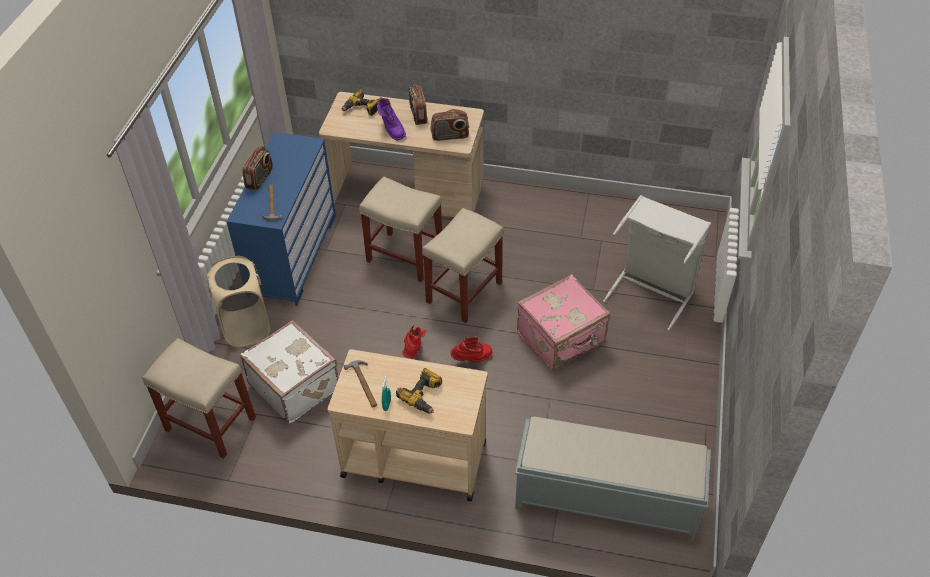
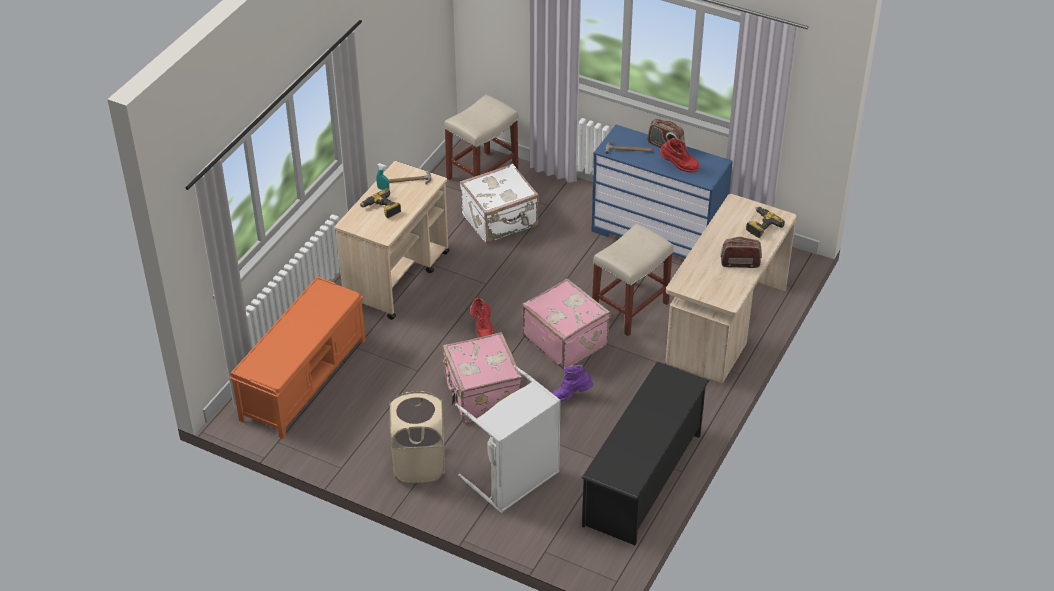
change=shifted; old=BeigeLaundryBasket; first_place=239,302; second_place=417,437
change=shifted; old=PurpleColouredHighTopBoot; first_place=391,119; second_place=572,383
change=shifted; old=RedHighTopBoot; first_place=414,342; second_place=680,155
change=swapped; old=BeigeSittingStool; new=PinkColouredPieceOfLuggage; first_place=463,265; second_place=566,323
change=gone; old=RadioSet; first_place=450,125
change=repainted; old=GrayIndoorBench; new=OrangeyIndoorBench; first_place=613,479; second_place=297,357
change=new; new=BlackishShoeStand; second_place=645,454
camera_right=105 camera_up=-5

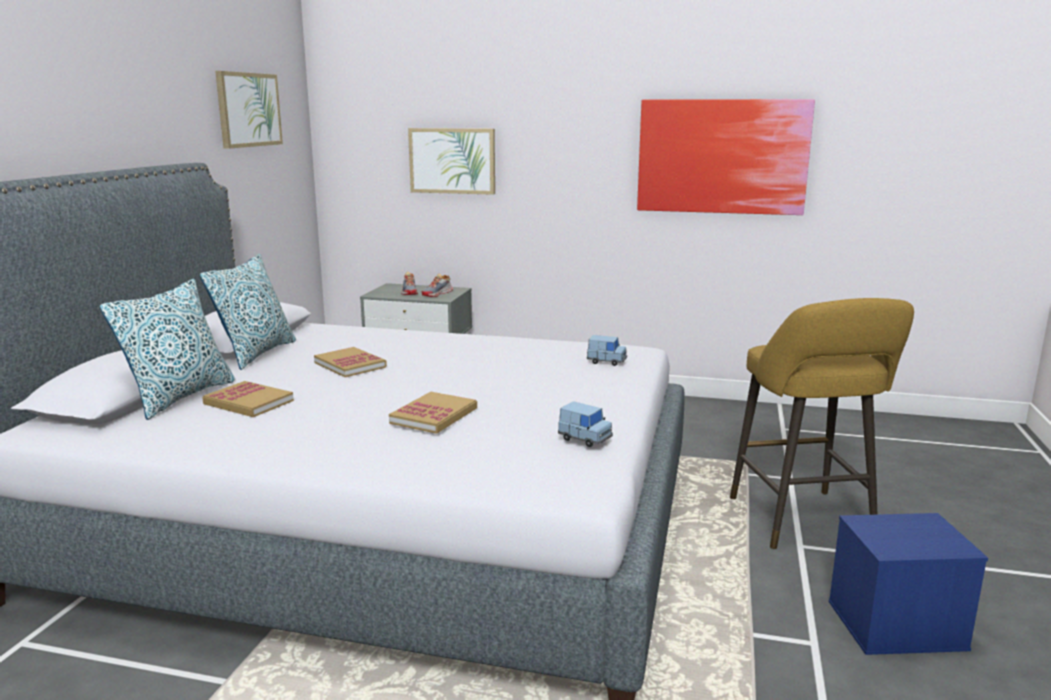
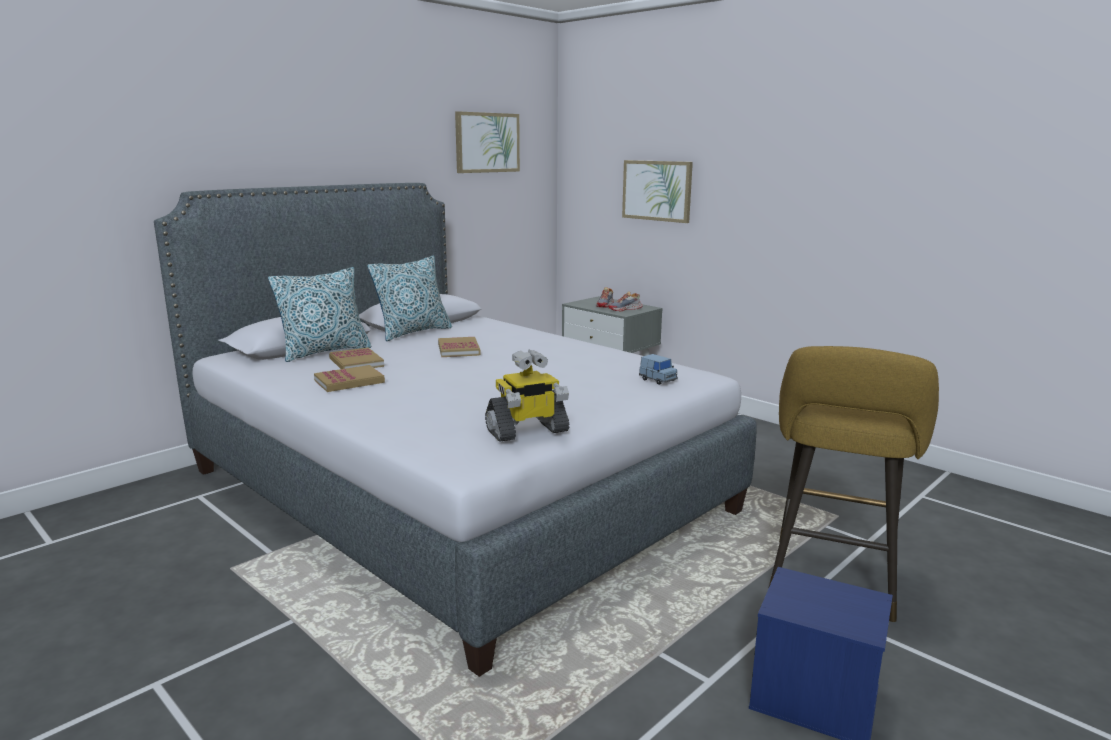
change=shifted; old=Book; first_place=433,413; second_place=349,378
change=swapped; old=BlueColouredMiniatureCar; new=ModelRobot; first_place=585,424; second_place=527,395
change=gone; old=WallPicture; first_place=726,157
camera_right=30 camera_up=0

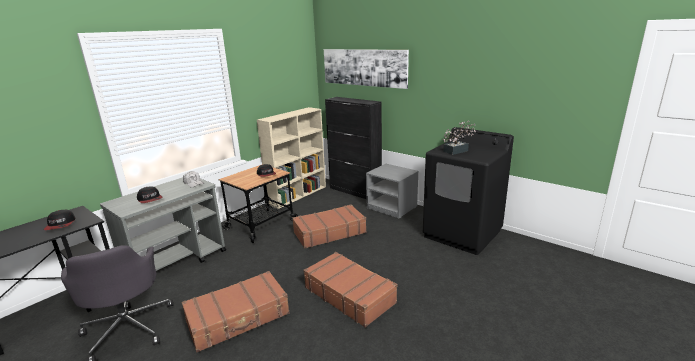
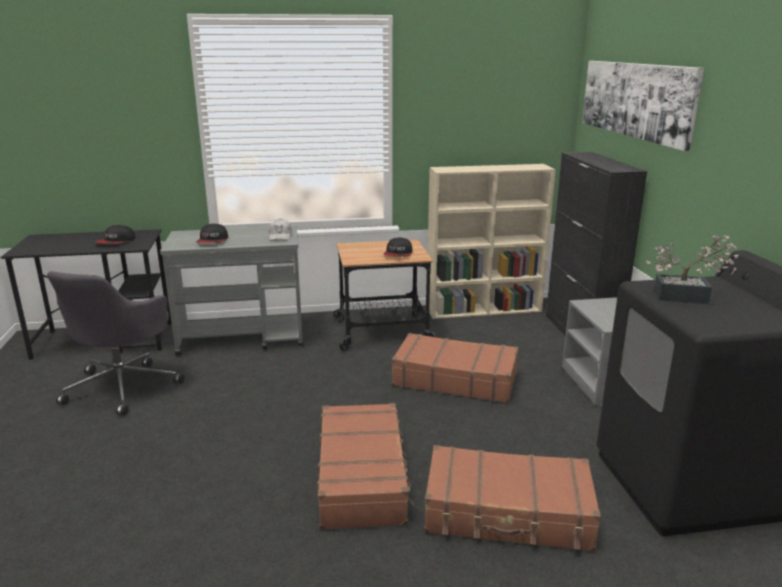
change=shifted; old=BrownColouredPieceOfLuggage; first_place=235,311; second_place=512,498
camera_right=40 camera_up=0

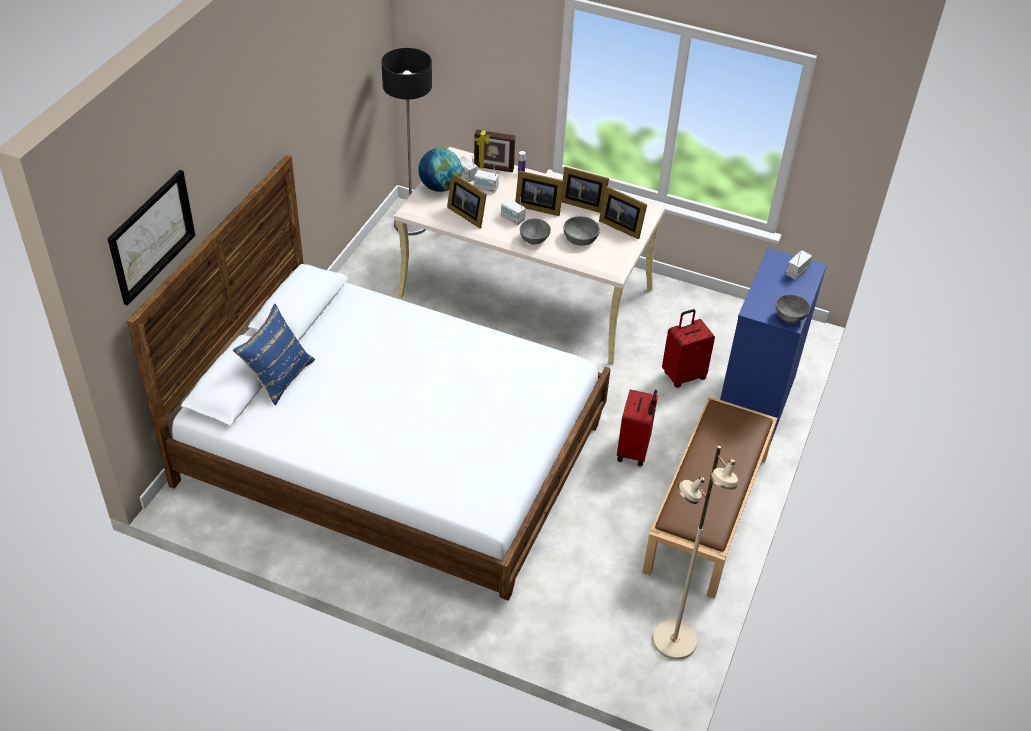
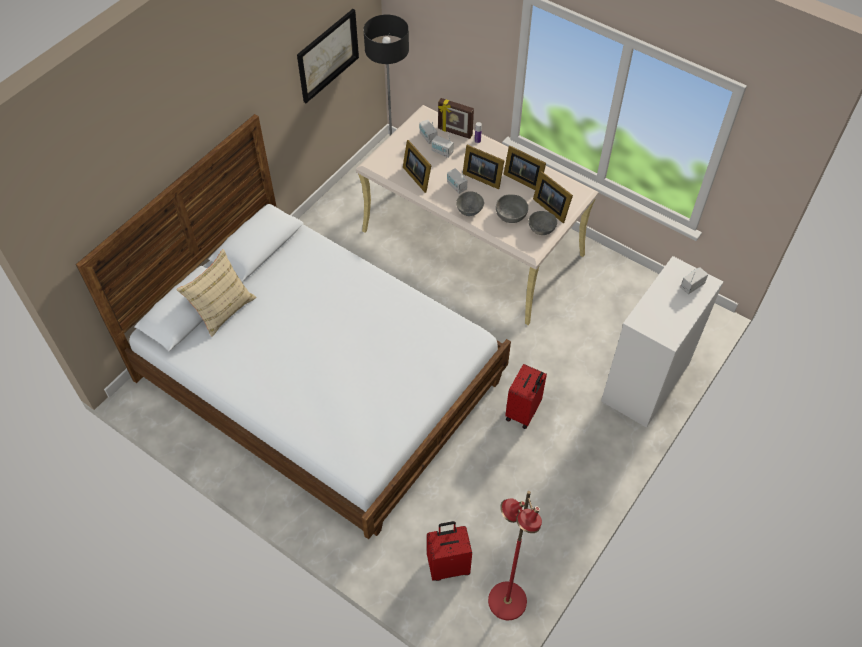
change=shifted; old=WallPicture; first_place=151,238; second_place=328,56
change=repainted; old=BlueColouredPillow; new=BeigePillow; first_place=274,354; second_place=216,293
change=gone; old=WorldGlobe; first_place=440,170
change=gone; old=BrownColouredIndoorBench; first_place=709,497
change=repainted; old=BeigeStandardLamp; new=RedStandardLamp; first_place=695,553; second_place=515,555
change=shifted; old=RedPieceOfLuggage; first_place=688,348; second_place=449,551
change=repainted; old=BlueColouredChestOfDrawers; new=WhiteChestOfDrawers; first_place=773,345; second_place=662,342
change=shifted; old=GrayBowl; first_place=793,309; second_place=543,223
camera_right=15 camera_up=10

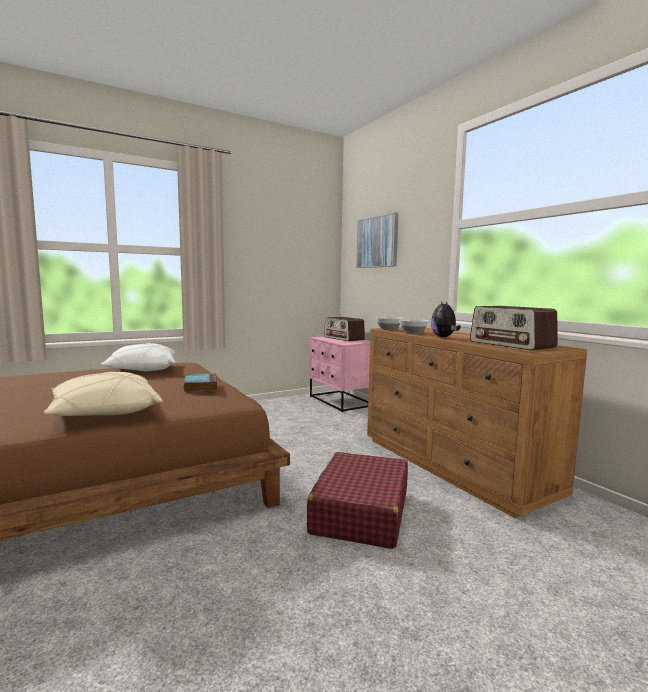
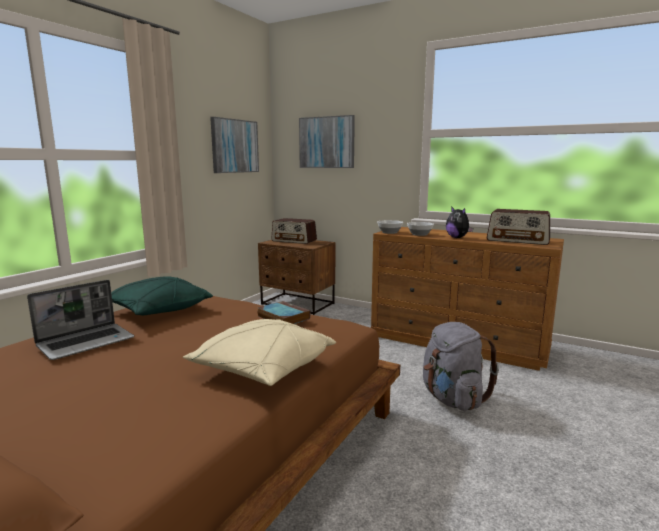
change=repainted; old=WhitePillow; new=GreenColouredPillow; first_place=138,357; second_place=162,295
change=swapped; old=RedPieceOfLuggage; new=GrayRucksack; first_place=357,500; second_place=461,366
change=repainted; old=PinkColouredBedsideTable; new=BrownColouredBedsideTable; first_place=339,374; second_place=296,277
change=new; new=Laptop; second_place=80,320
change=new; new=WallPicture; second_place=234,145
camera_right=-30 camera_up=5

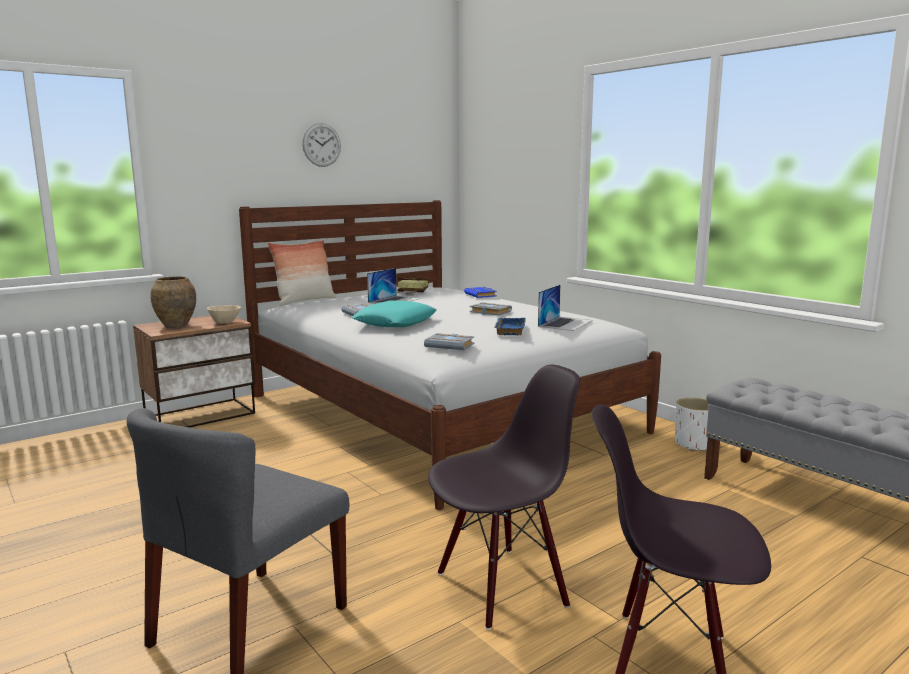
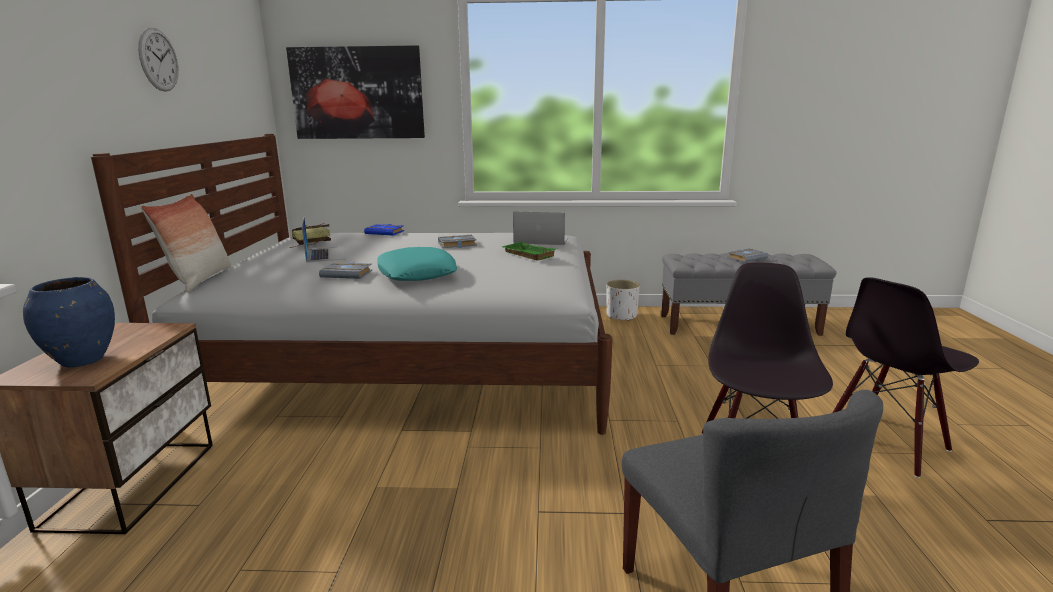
change=repainted; old=BrownColouredFlowerVase; new=BlueColouredFlowerVase; first_place=173,302; second_place=69,322
change=gone; old=BeigeBowl; first_place=224,314
change=shifted; old=GrayBook; first_place=449,341; second_place=747,255
change=repainted; old=BlueColouredTray; new=GreenColouredTray; first_place=510,326; second_place=529,251
change=rotated; old=Laptop; first_place=565,307; second_place=540,228; degrees=-60
change=new; new=WallPicture; second_place=355,92
camera_right=-50 camera_up=5

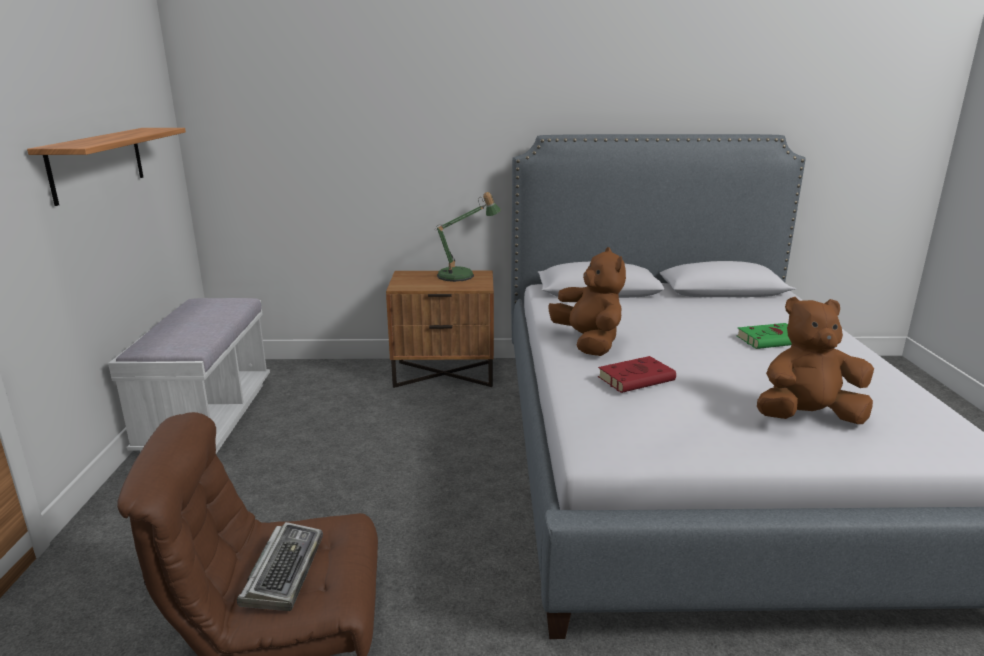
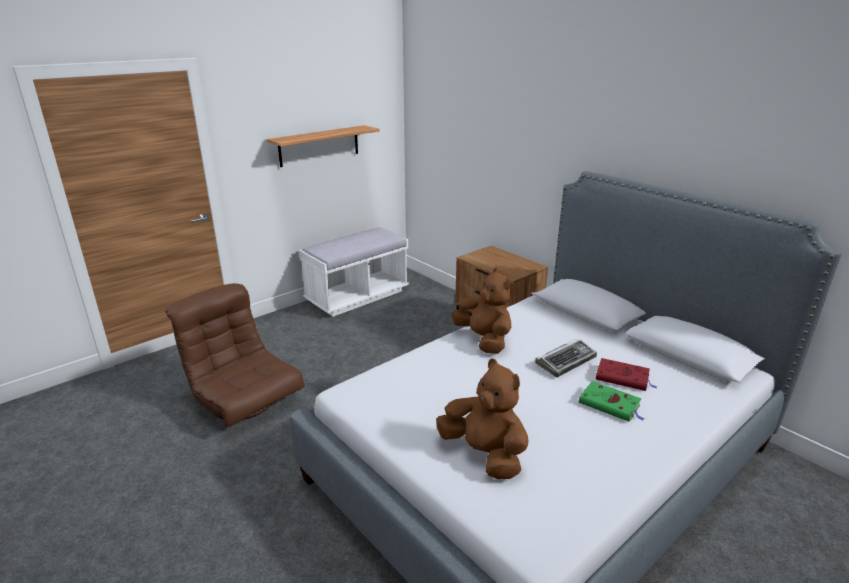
change=shifted; old=ComputerKeyboard; first_place=280,566; second_place=566,358
change=gone; old=LampForATable; first_place=468,237
change=rotated; old=BrownColouredPlushToy; first_place=587,301; second_place=481,311; degrees=-60
change=shifted; old=RedBook; first_place=637,374; second_place=626,374
camera_right=50 camera_up=5

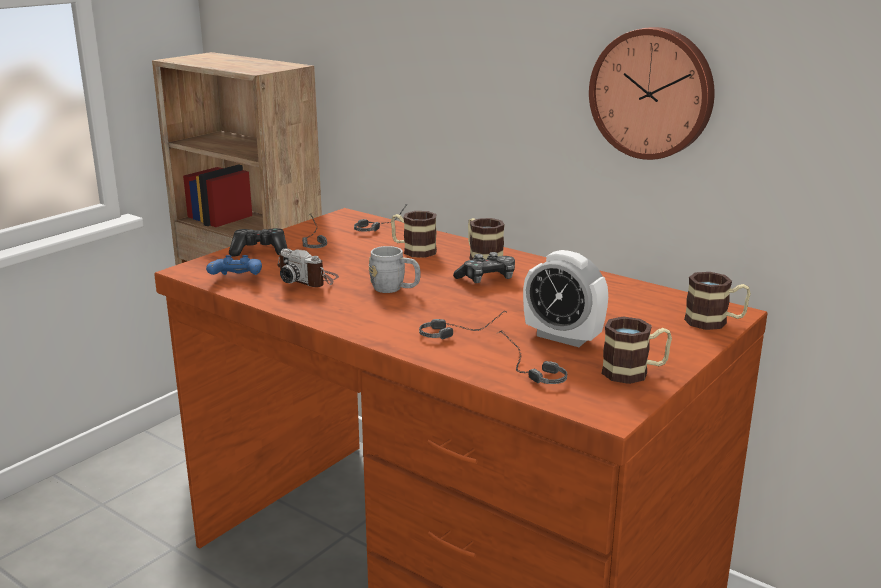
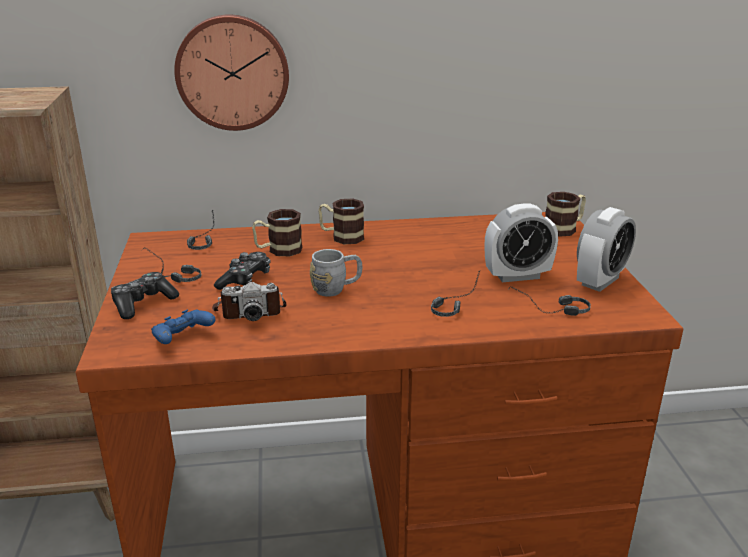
change=shifted; old=Gamepad; first_place=484,267; second_place=242,271
change=shifted; old=WallClock; first_place=652,93; second_place=231,72
change=swapped; old=Mug; new=AlarmClock; first_place=636,350; second_place=606,249
camera_right=-45 camera_up=5

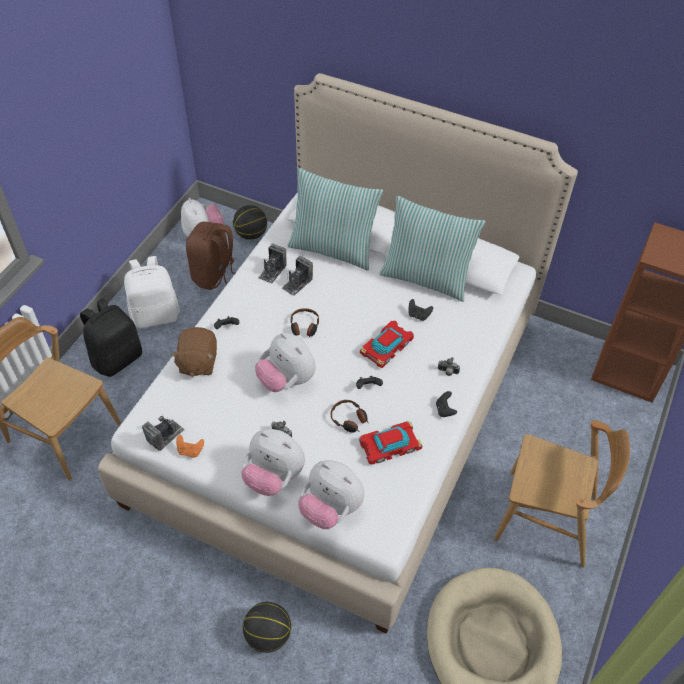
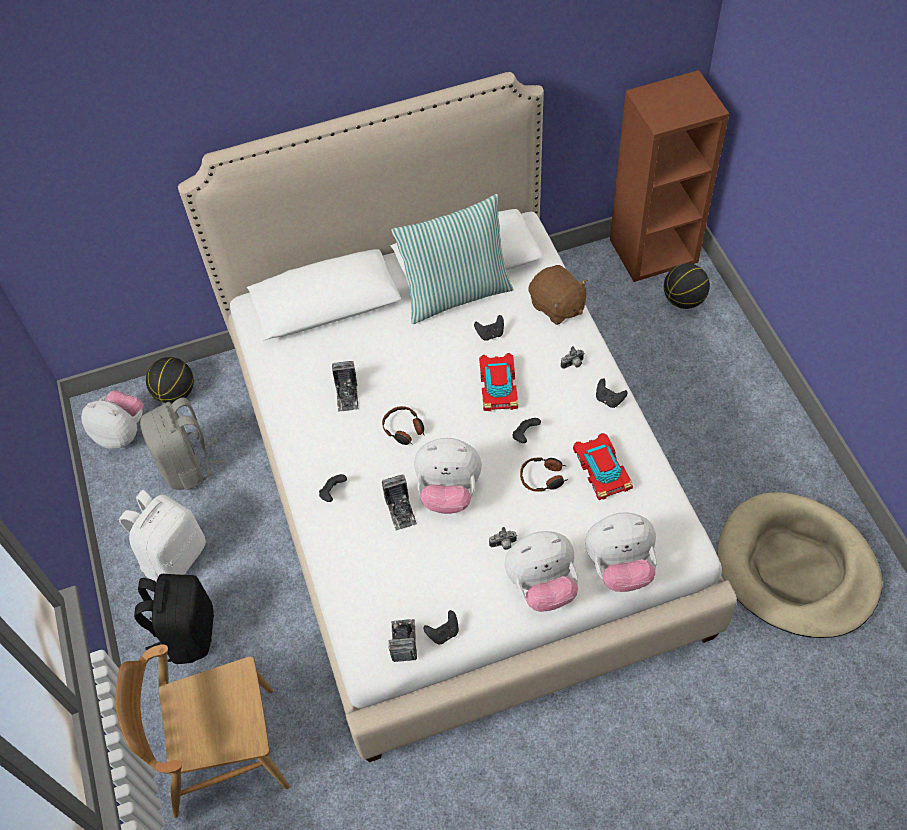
change=shifted; old=BrownColouredPlushToy; first_place=194,352; second_place=558,295
change=repainted; old=OrangeyGamepad; new=BlackishGamepad; first_place=190,446; second_place=441,627
change=repainted; old=BrownColouredRucksack; new=GrayRucksack; first_place=210,256; second_place=183,443
change=shifted; old=BallForBasketball; first_place=267,627; second_place=687,286
change=shifted; old=StillCamera; first_place=272,263; second_place=399,502
change=gone; old=Pillow; first_place=335,219
change=rotated; old=MiniatureCar; first_place=390,443; second_place=603,466; degrees=135
change=gone; old=BrownColouredChair; first_place=562,494
camera_right=-40 camera_up=5

